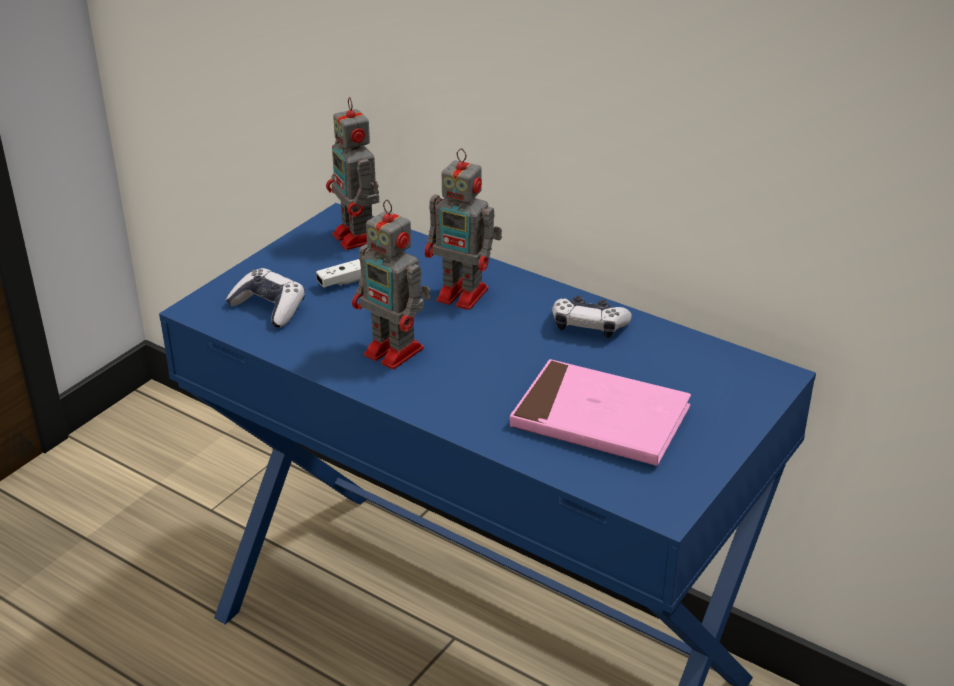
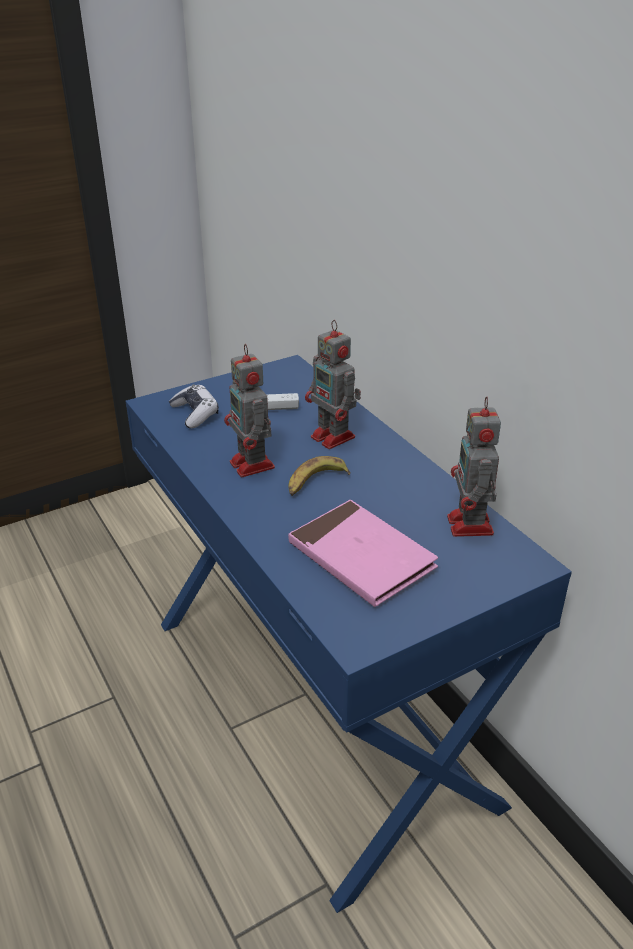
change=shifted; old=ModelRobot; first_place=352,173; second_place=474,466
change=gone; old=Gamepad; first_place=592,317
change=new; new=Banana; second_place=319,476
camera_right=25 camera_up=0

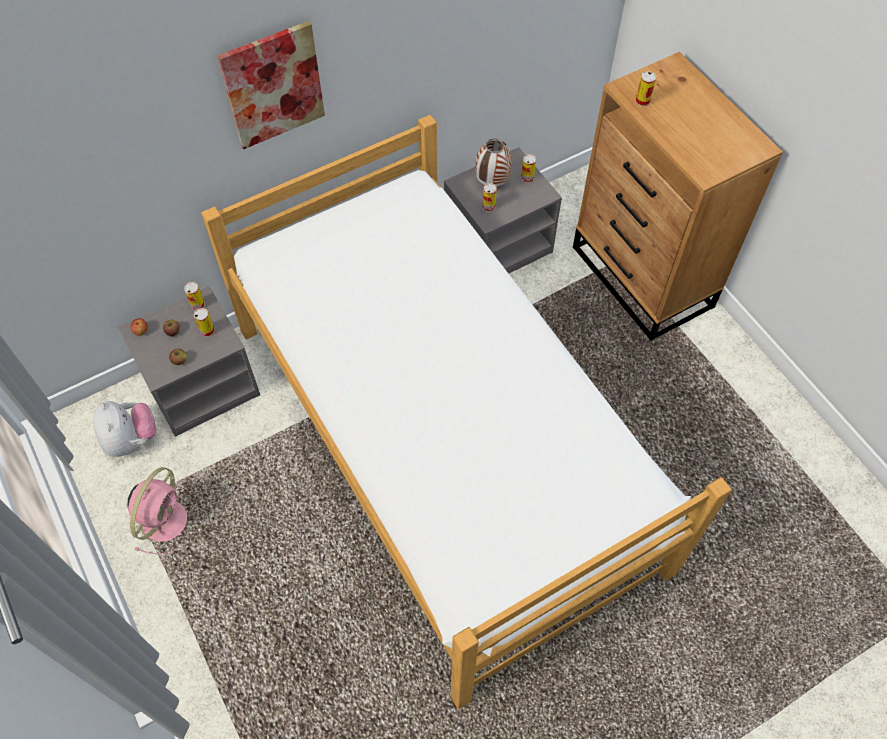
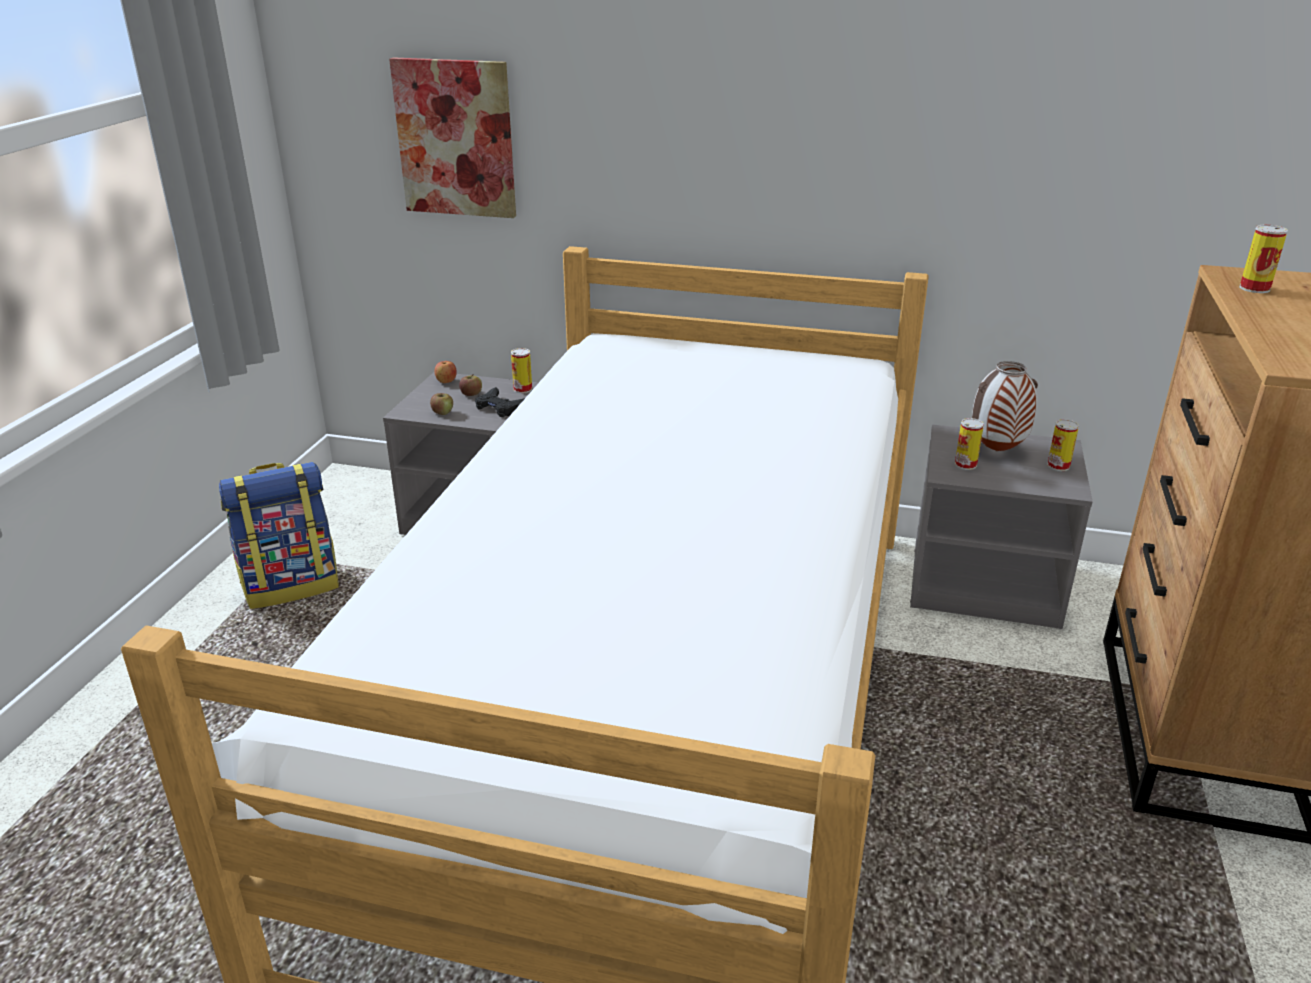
change=gone; old=PlushToy; first_place=124,429
change=swapped; old=PinkColouredFan; new=Rucksack; first_place=157,510; second_place=279,535
change=swapped; old=MetalCan; new=BlackishGamepad; first_place=204,322; second_place=500,402
change=shifted; old=WallPicture; first_place=271,85; second_place=452,137
camera_right=45 camera_up=-30

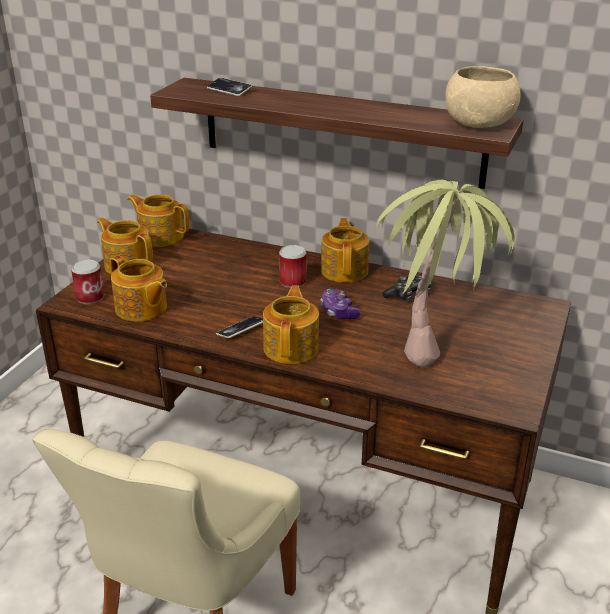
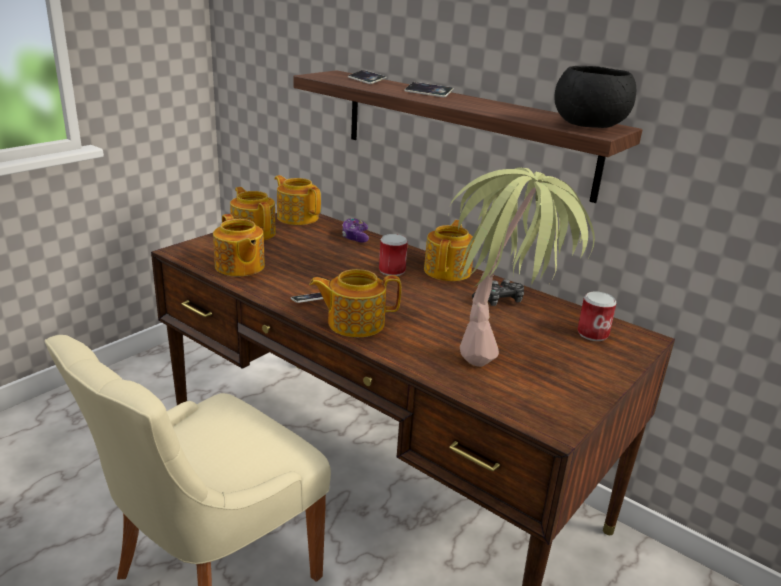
change=shifted; old=MetalCan; first_place=87,282; second_place=597,316
change=rotated; old=PotForTea; first_place=291,324; second_place=355,303; degrees=-120
change=shifted; old=Gamepad; first_place=340,304; second_place=355,230
change=repainted; old=BeigeBowl; new=BlackishBowl; first_place=483,97; second_place=595,97
change=new; new=Handset; second_place=429,89
camera_right=15 camera_up=-5

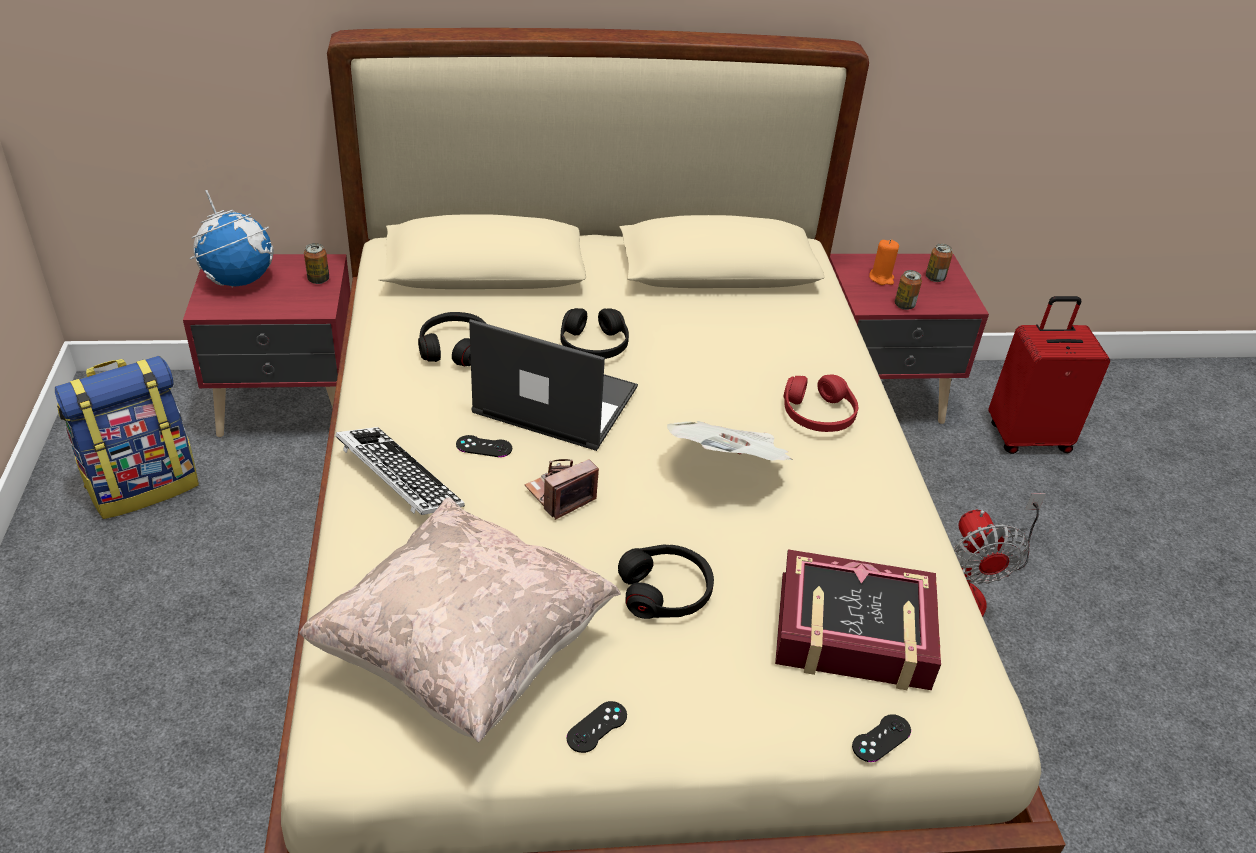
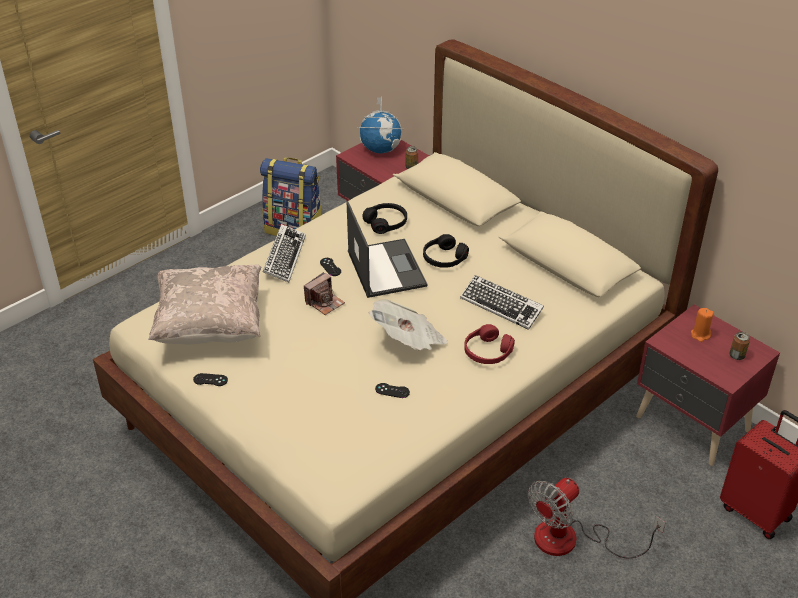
change=rotated; old=StillCamera; first_place=562,489; second_place=324,293; degrees=120
change=gone; old=BlackishHeadset; first_place=666,582
change=gone; old=Book; first_place=858,619
change=shifted; old=BlackishGamepad; first_place=881,738; second_place=392,390
change=gone; old=MetalCan; first_place=908,290
change=new; new=ComputerKeyboard; second_place=502,302
camera_right=55 camera_up=0

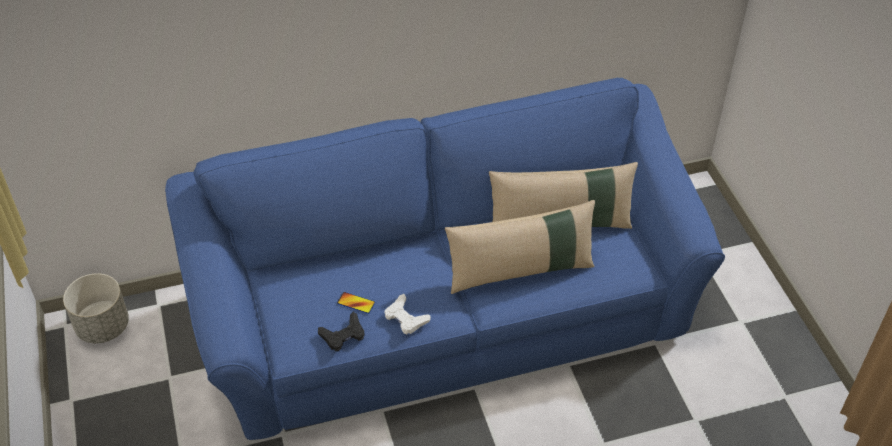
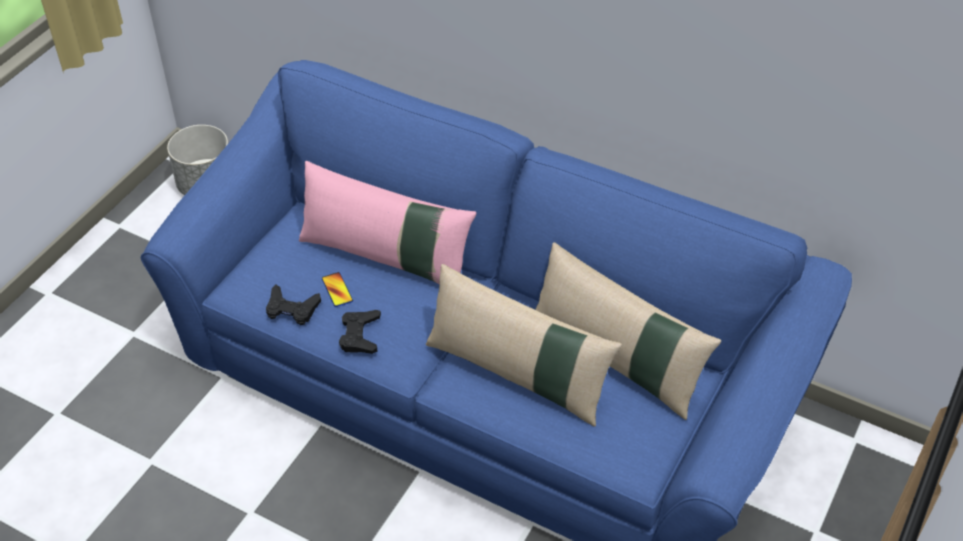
change=repainted; old=WhiteGamepad; new=BlackishGamepad; first_place=407,314; second_place=360,332
change=new; new=PinkColouredPillow; second_place=387,222
camera_right=45 camera_up=0

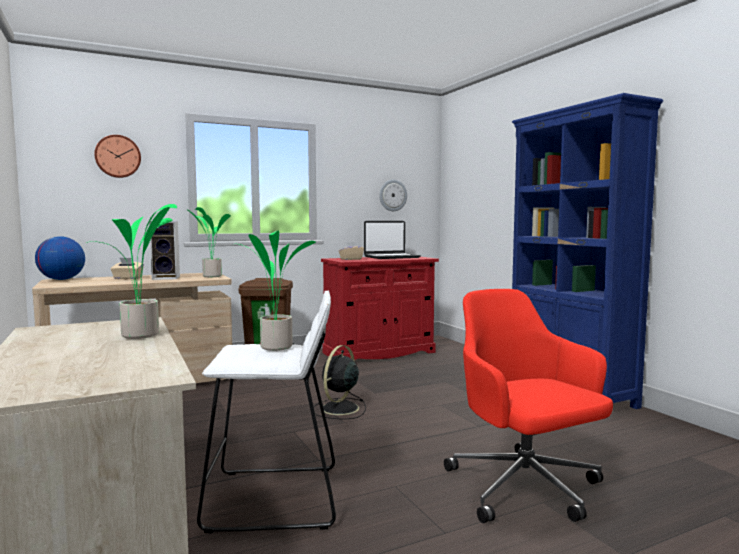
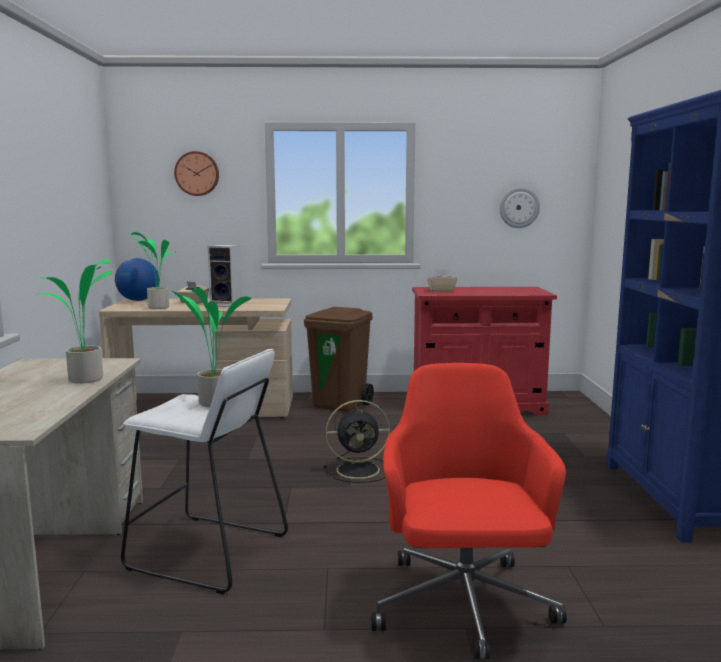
change=shifted; old=PottedPlant; first_place=209,242; second_place=151,270
change=rotated; old=BlackishFan; first_place=340,382; second_place=357,441; degrees=-150
change=gone; old=Laptop; first_place=392,240
camera_right=25 camera_up=5

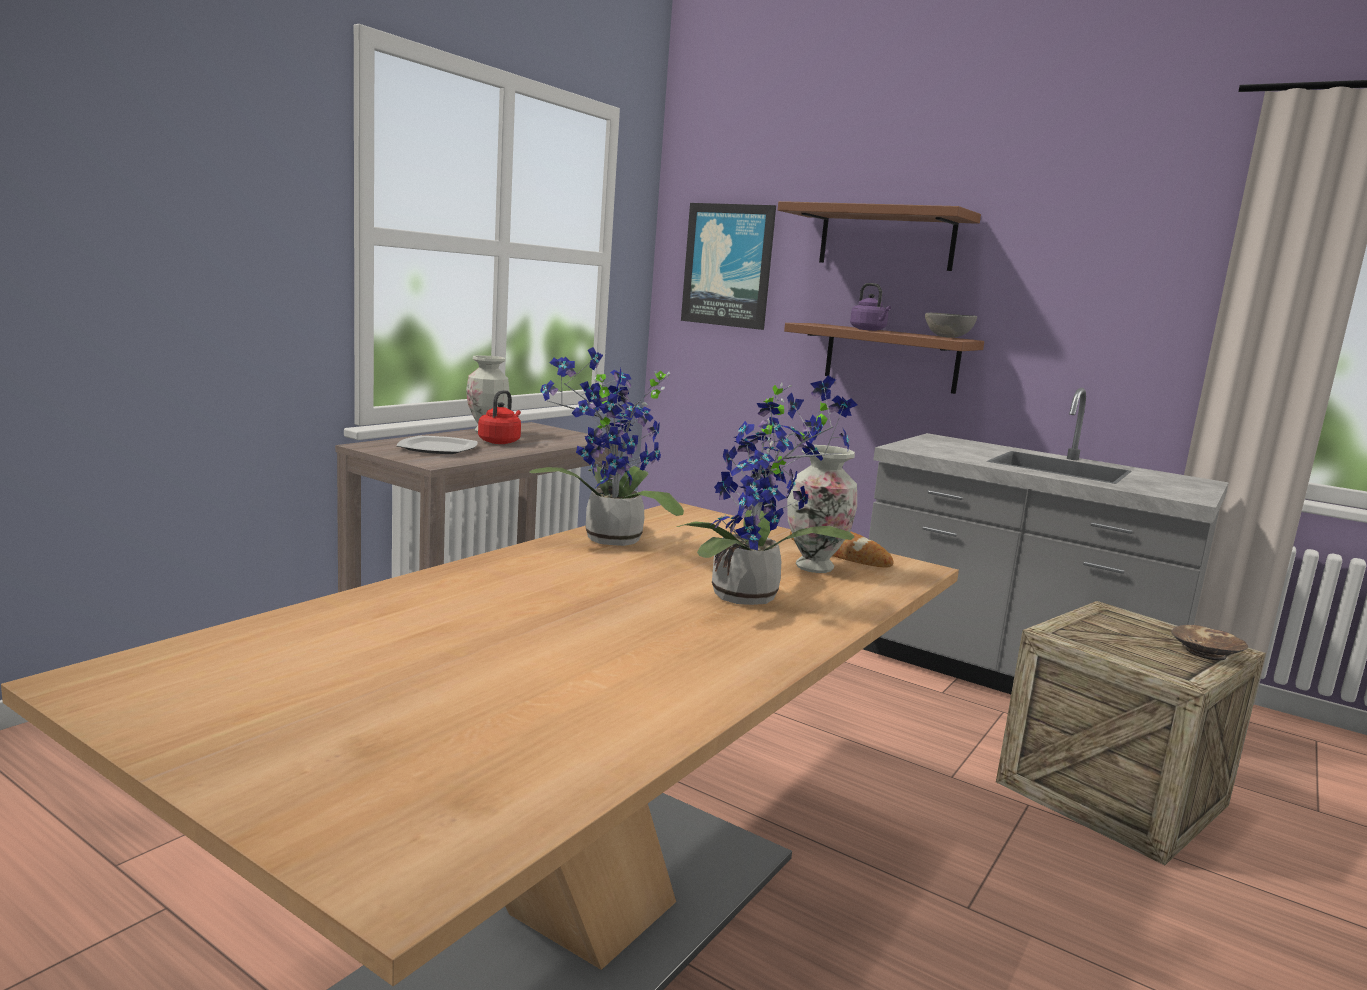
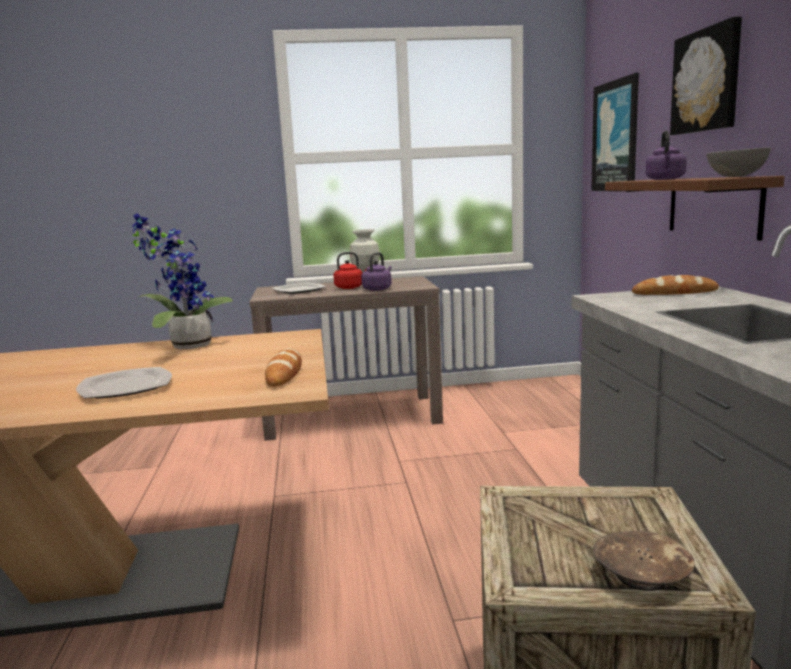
change=swapped; old=PottedPlant; new=DinnerPlate; first_place=767,490; second_place=124,383
change=swapped; old=BrownColouredWallShelf; new=WallPicture; first_place=879,236; second_place=706,76
change=gone; old=FlowerVase; first_place=822,509
change=new; new=PurpleColouredWaterKettle; second_place=376,271
change=new; new=Bread; second_place=675,285
camera_right=50 camera_up=0

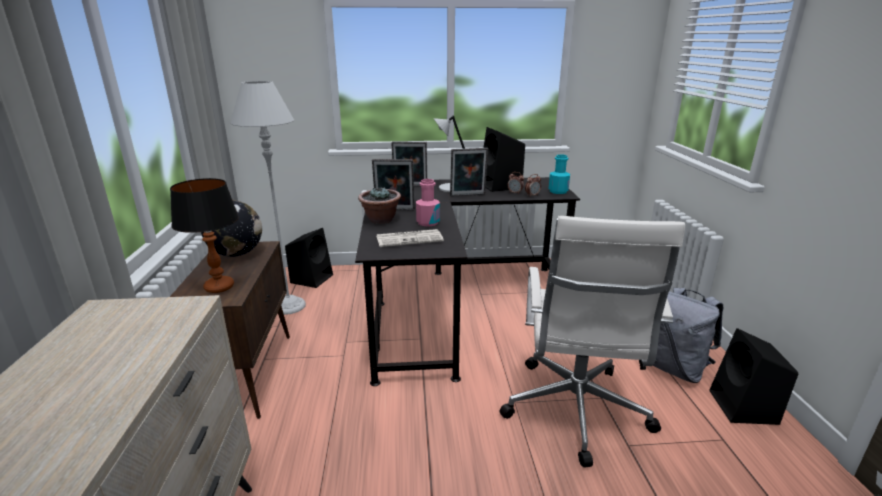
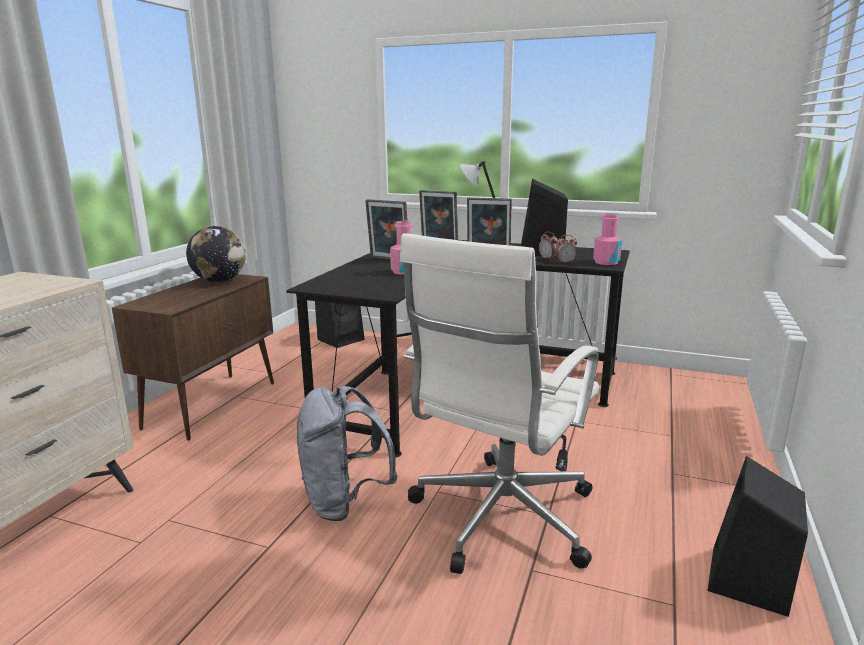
change=gone; old=LampForATable; first_place=204,235
change=gone; old=GrayStandardLamp; first_place=268,198
change=gone; old=PottedPlant; first_place=379,205
change=gone; old=DailyPaper; first_place=410,238
change=repainted; old=BlueGreenDrinkBottle; new=PinkColouredDrinkBottle; first_place=559,174; second_place=607,239
change=shifted; old=GrayRucksack; first_place=688,335; second_place=347,453
camera_right=25 camera_up=-5

